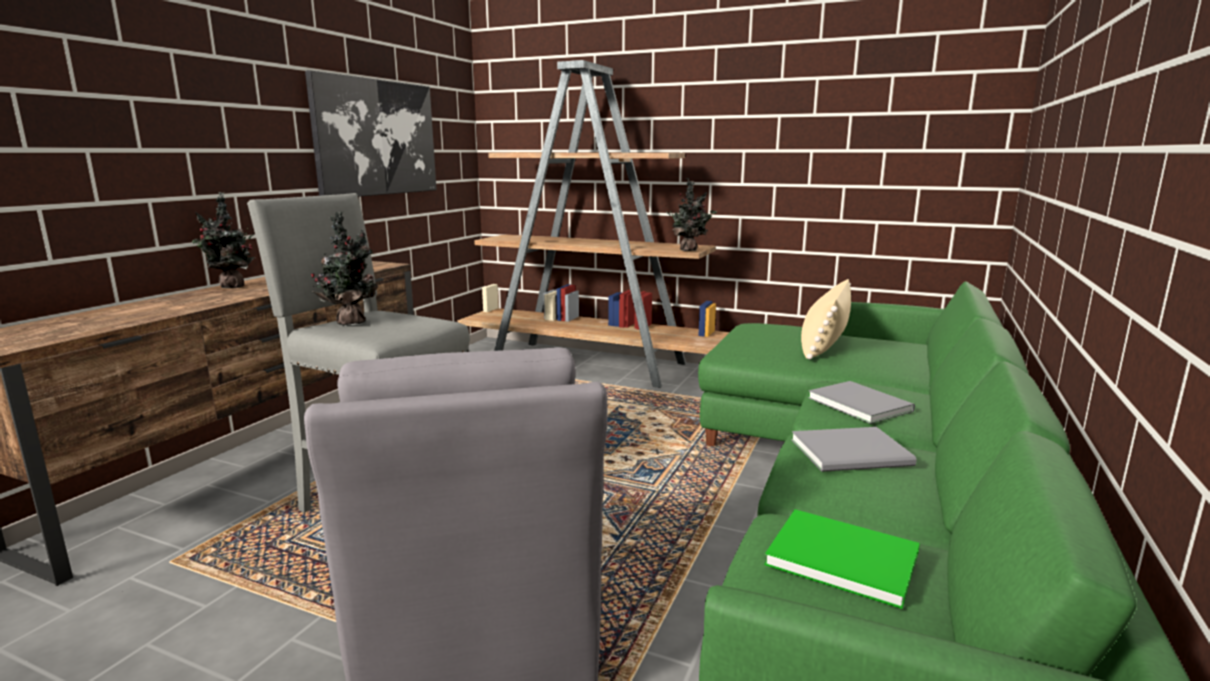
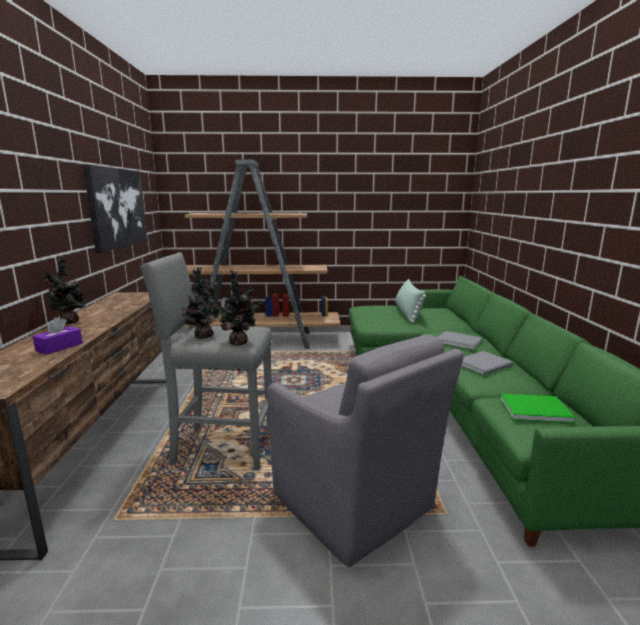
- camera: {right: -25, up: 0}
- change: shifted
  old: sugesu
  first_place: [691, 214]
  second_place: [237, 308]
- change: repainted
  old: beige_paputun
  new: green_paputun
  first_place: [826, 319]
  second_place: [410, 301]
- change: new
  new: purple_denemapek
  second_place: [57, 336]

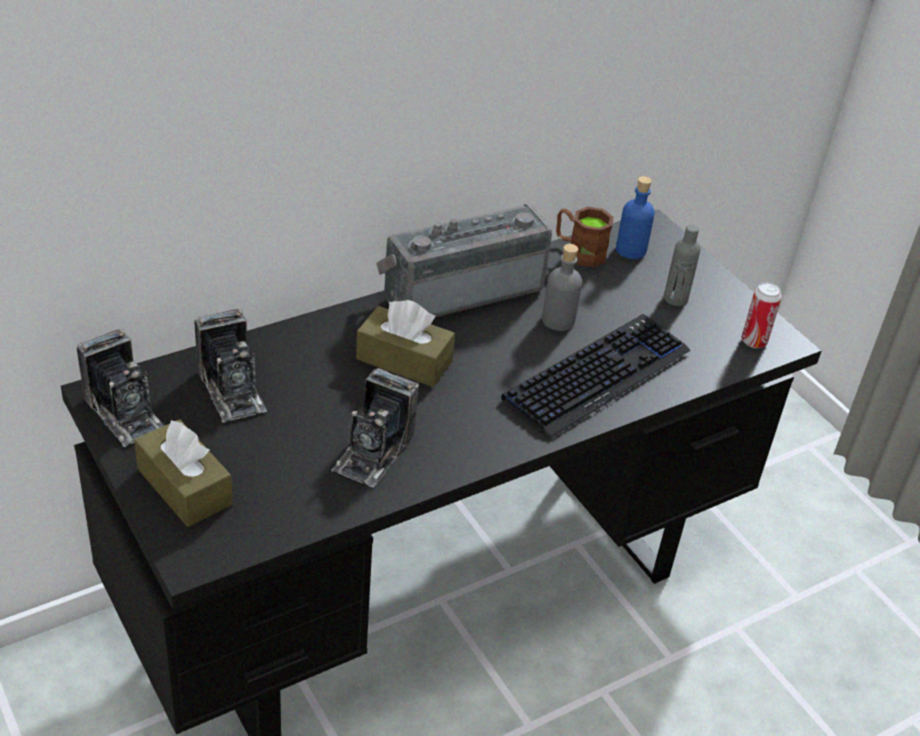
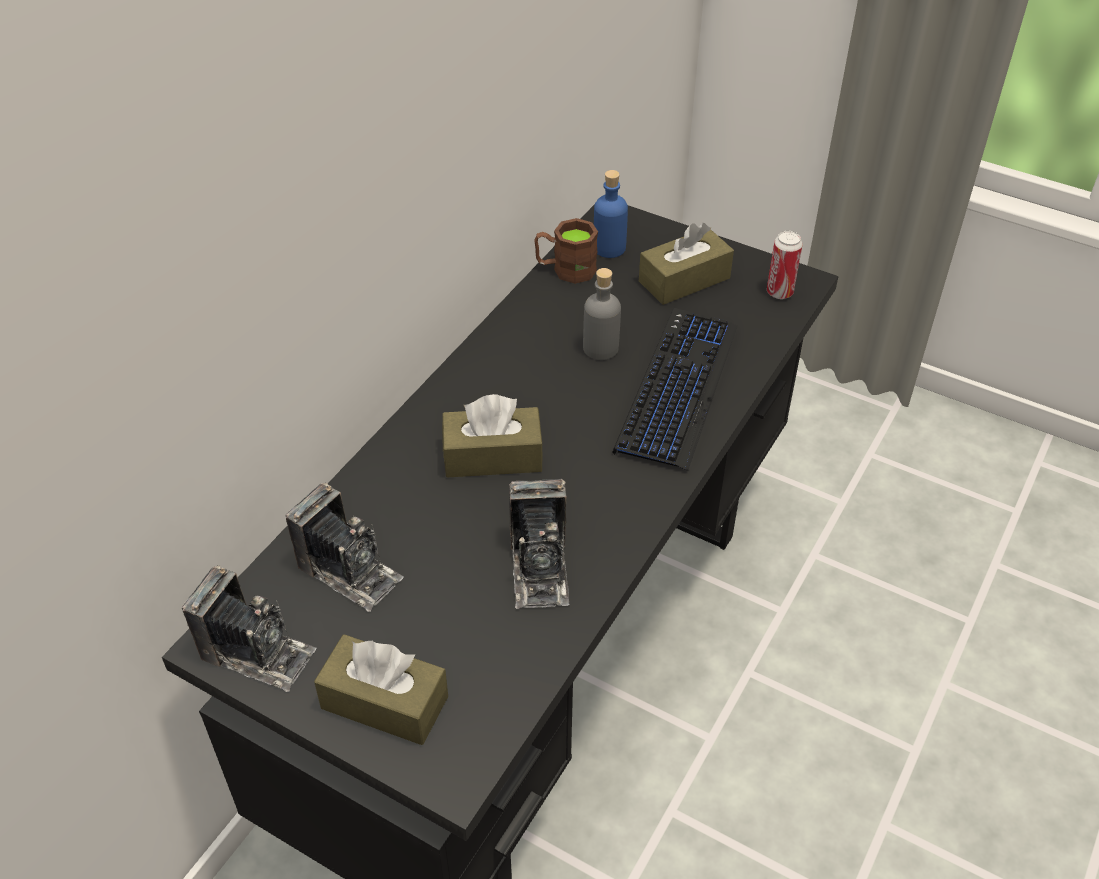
- camera: {right: -25, up: 5}
- change: gone
  old: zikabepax
  first_place: [464, 260]
- change: swapped
  old: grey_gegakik
  new: brown_denemapek
  first_place: [682, 265]
  second_place: [686, 264]

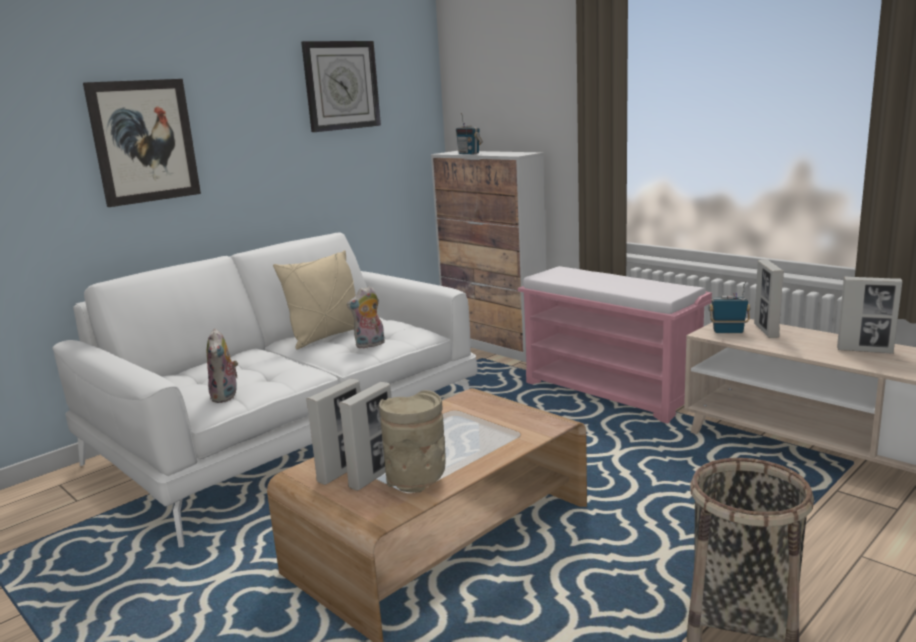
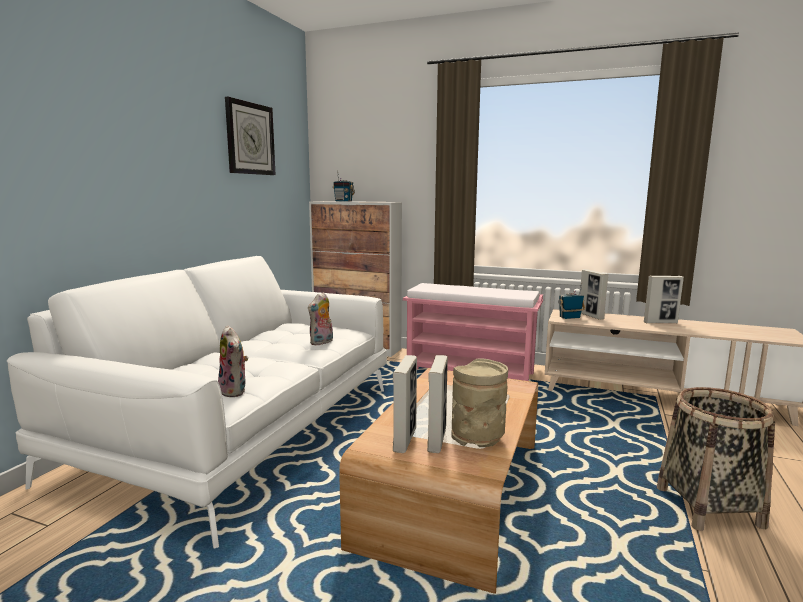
- camera: {right: -25, up: -5}
- change: gone
  old: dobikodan
  first_place: [142, 143]
- change: gone
  old: beige_paputun
  first_place: [314, 299]

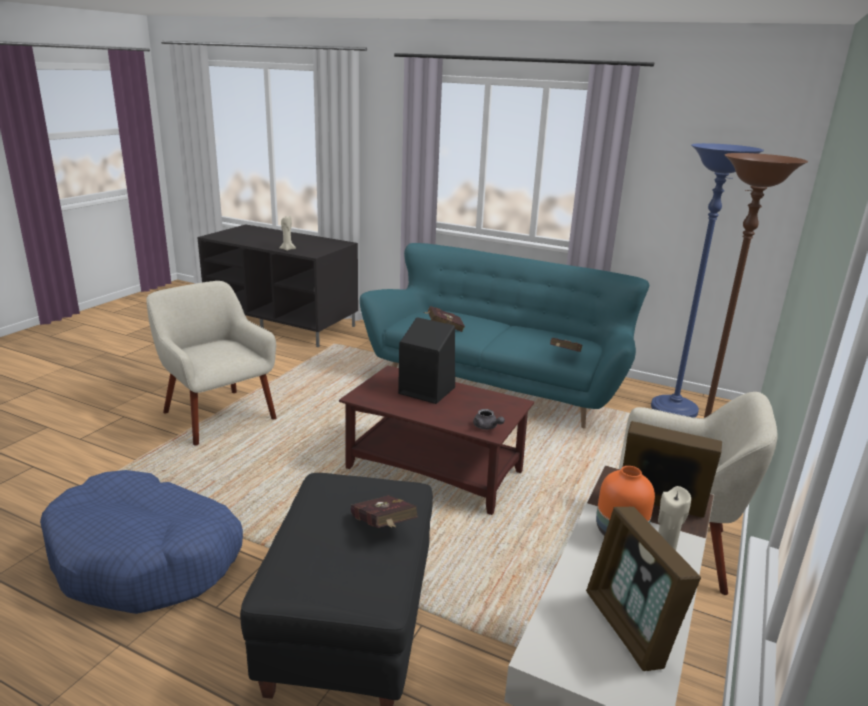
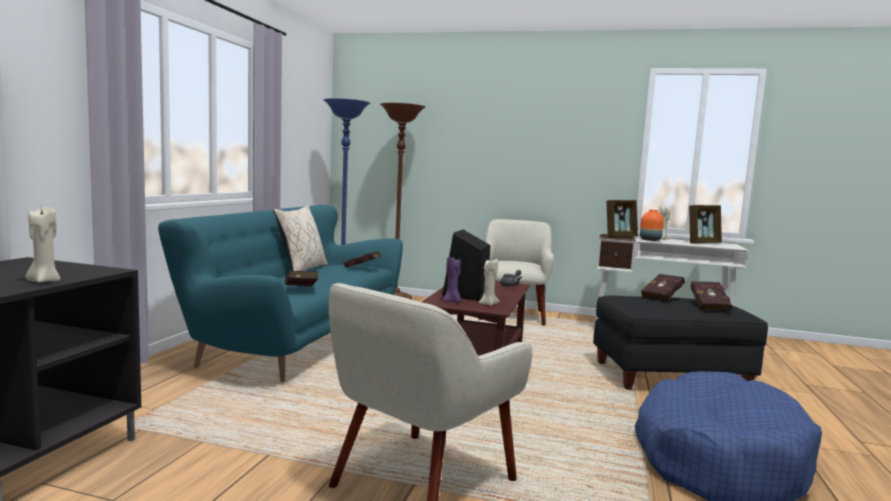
- camera: {right: -100, up: -15}
- change: rotated
  old: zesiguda
  first_place: [672, 469]
  second_place: [622, 218]
  degrees: -135
- change: new
  new: beige_paputun
  second_place: [300, 238]
- change: new
  new: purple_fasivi
  second_place: [452, 279]
- change: new
  new: beige_fasivi
  second_place: [488, 282]
- change: new
  new: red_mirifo
  second_place: [711, 295]

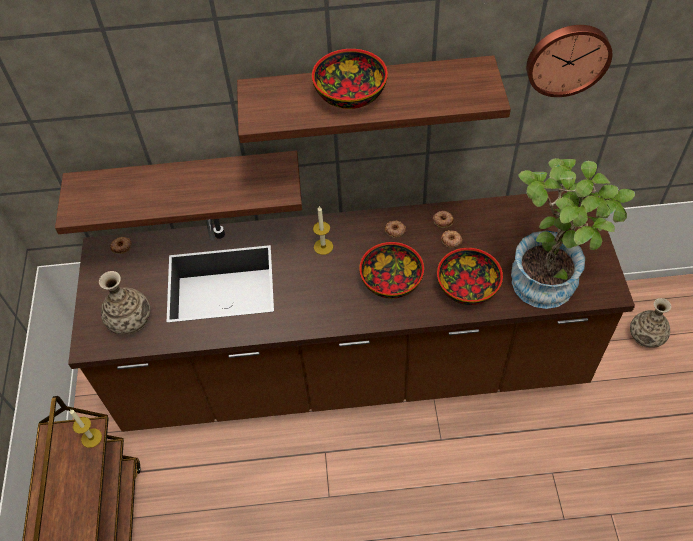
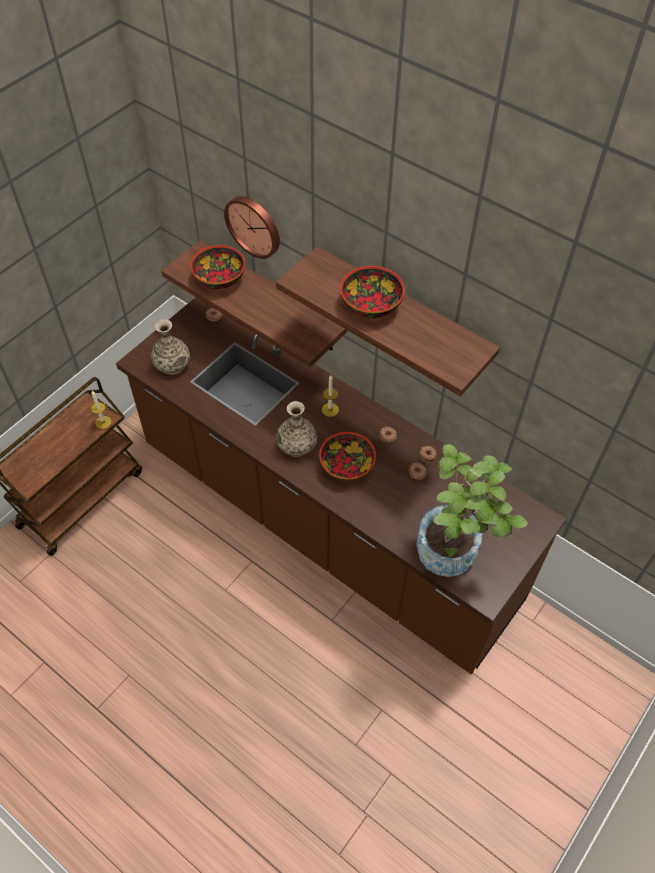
- camera: {right: 40, up: 0}
- change: shifted
  old: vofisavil
  first_place: [470, 276]
  second_place: [218, 267]
- change: shifted
  old: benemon
  first_place: [569, 61]
  second_place: [252, 227]
- change: shifted
  old: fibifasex
  first_place: [650, 323]
  second_place: [296, 429]

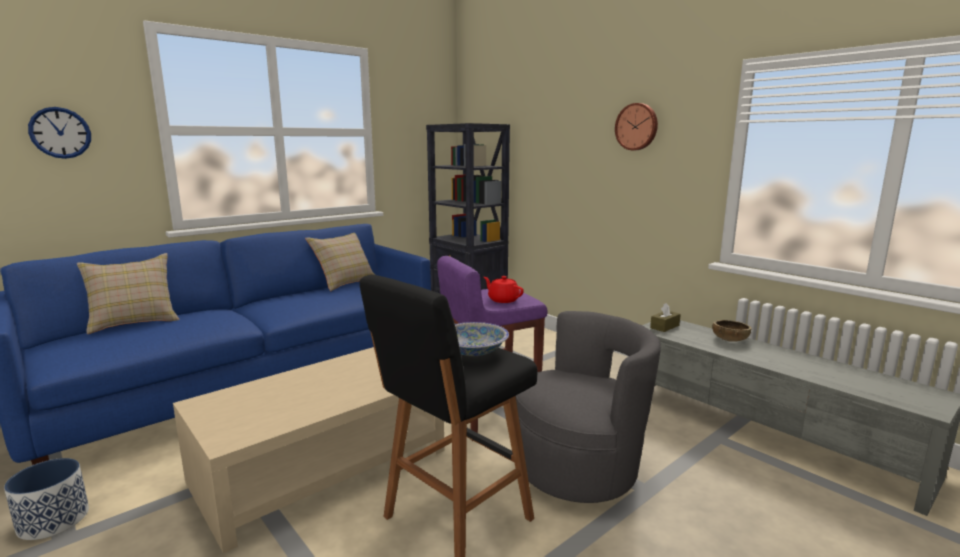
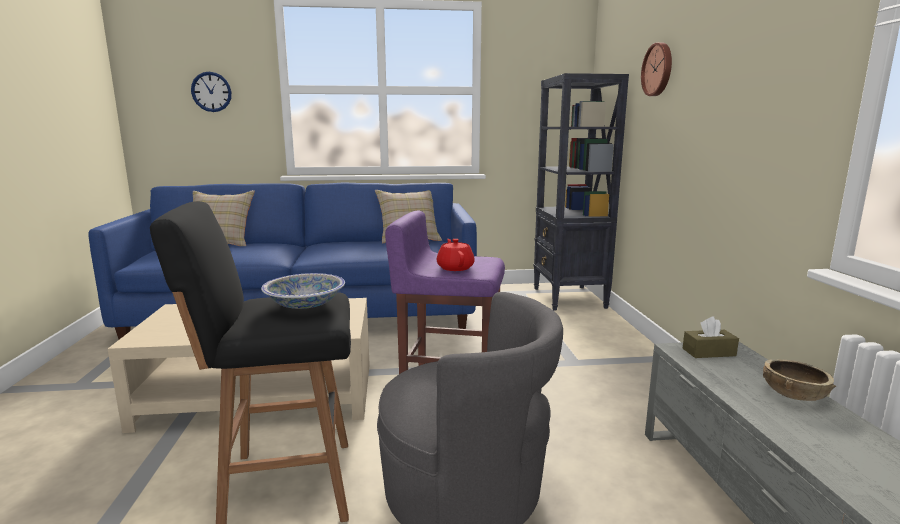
- camera: {right: 35, up: 0}
- change: gone
  old: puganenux
  first_place: [46, 499]
- change: shifted
  old: benemon
  first_place: [636, 126]
  second_place: [656, 69]

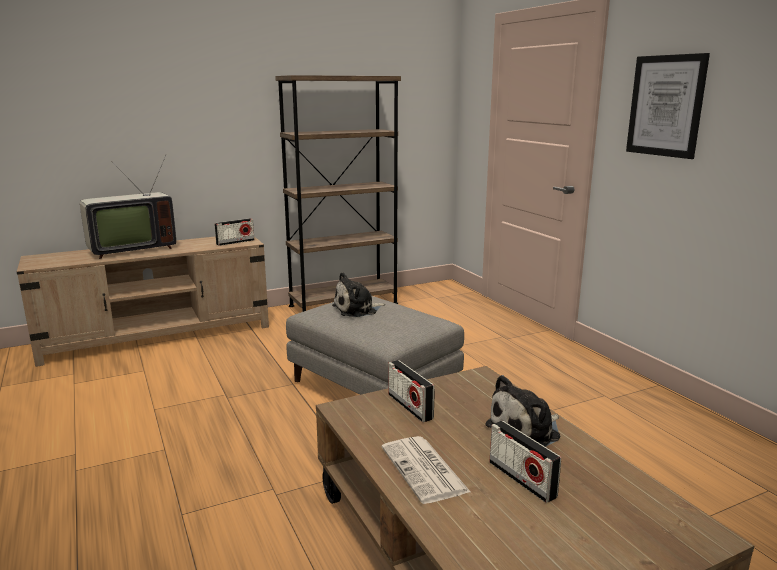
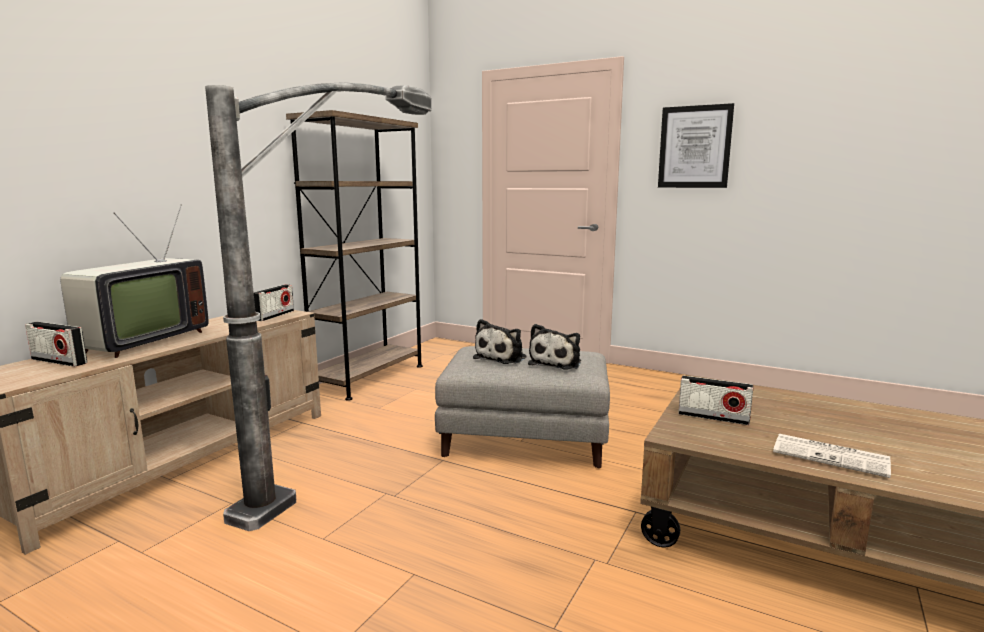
- camera: {right: -35, up: -5}
- change: shifted
  old: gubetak
  first_place: [522, 411]
  second_place: [554, 347]
- change: shifted
  old: zikabepax
  first_place: [525, 462]
  second_place: [56, 344]
- change: new
  new: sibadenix
  second_place: [318, 306]

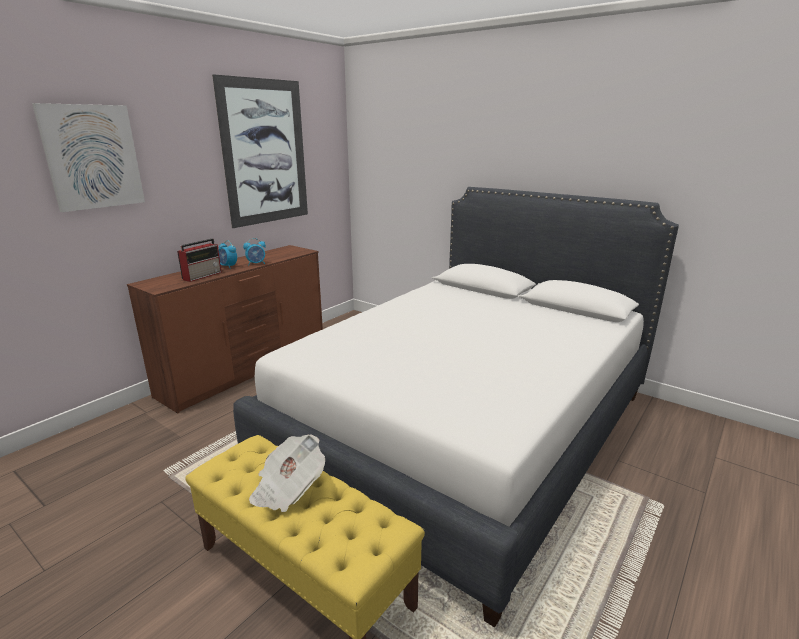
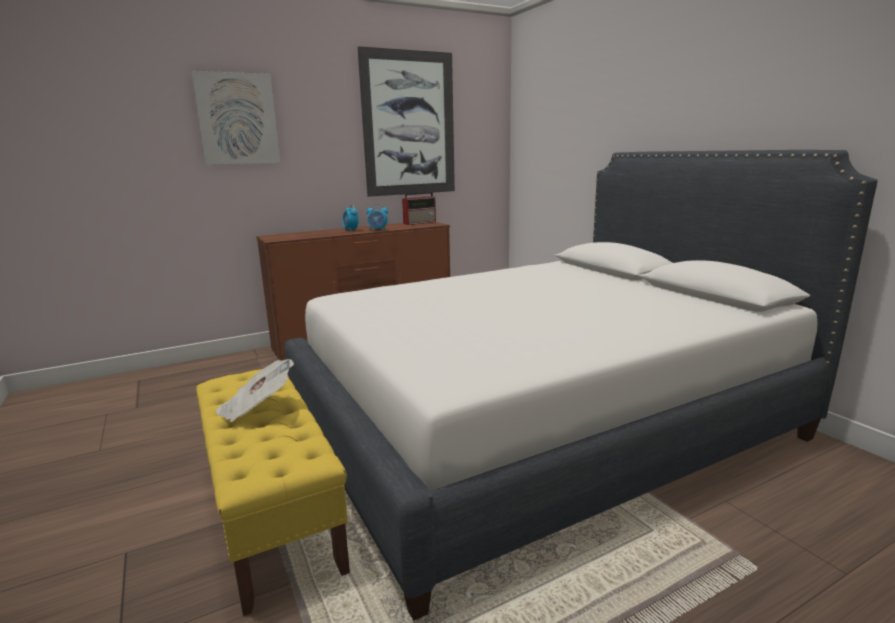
- camera: {right: 25, up: -5}
- change: shifted
  old: zikabepax
  first_place: [199, 260]
  second_place: [419, 208]

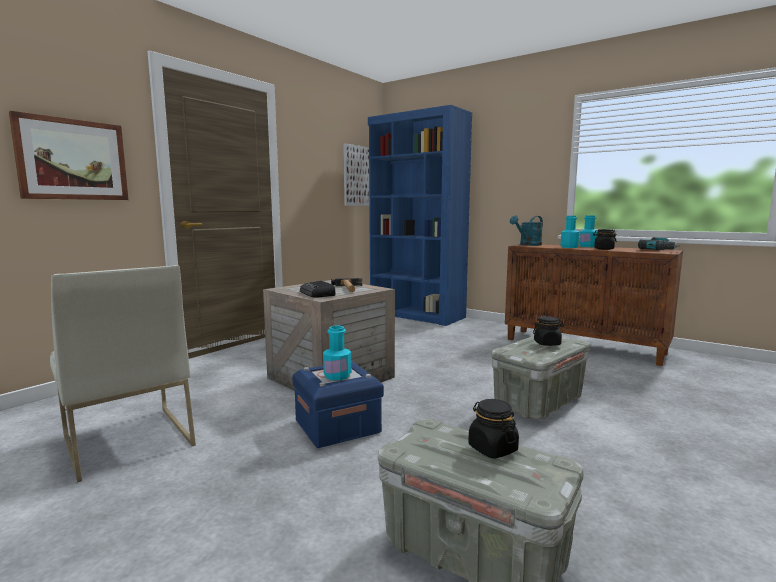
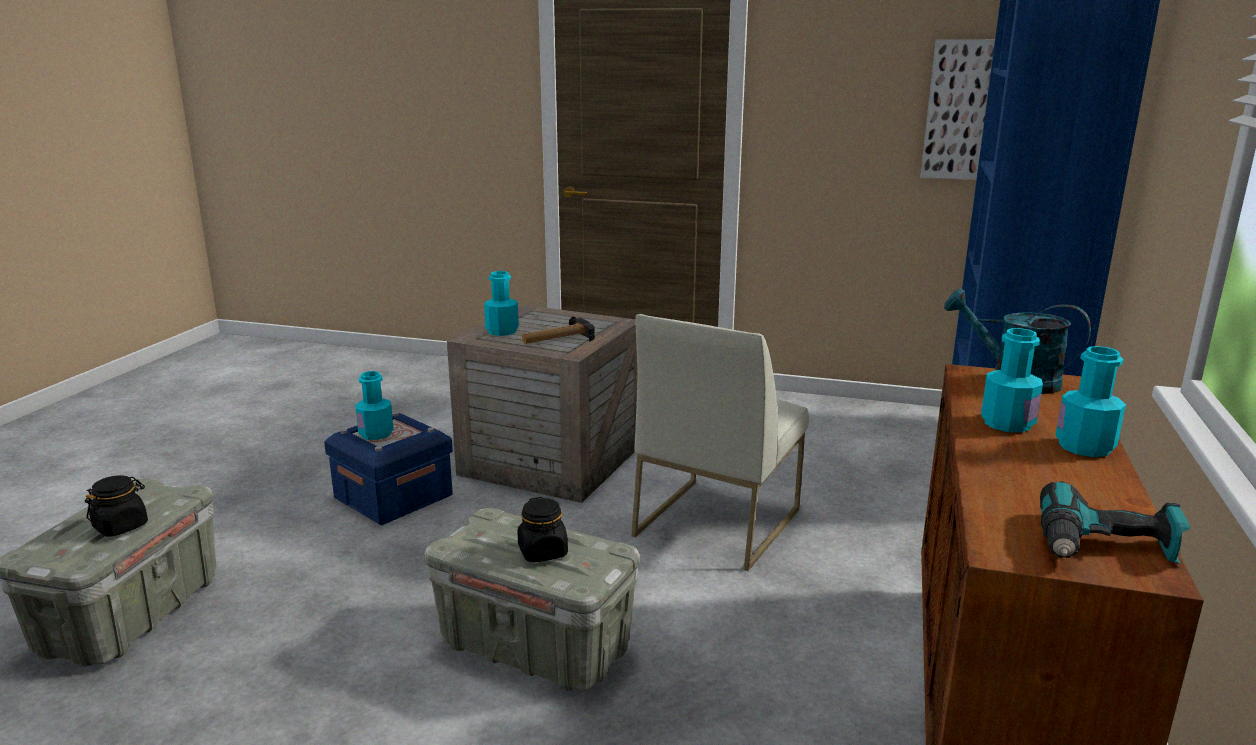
- camera: {right: 70, up: 10}
- change: gone
  old: dobikodan
  first_place: [68, 155]
- change: shifted
  old: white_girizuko
  first_place: [123, 374]
  second_place: [720, 442]
- change: swapped
  old: zikabepax
  new: turquoise_gegakik
  first_place: [318, 289]
  second_place: [501, 303]
- change: gone
  old: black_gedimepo
  first_place: [605, 239]

